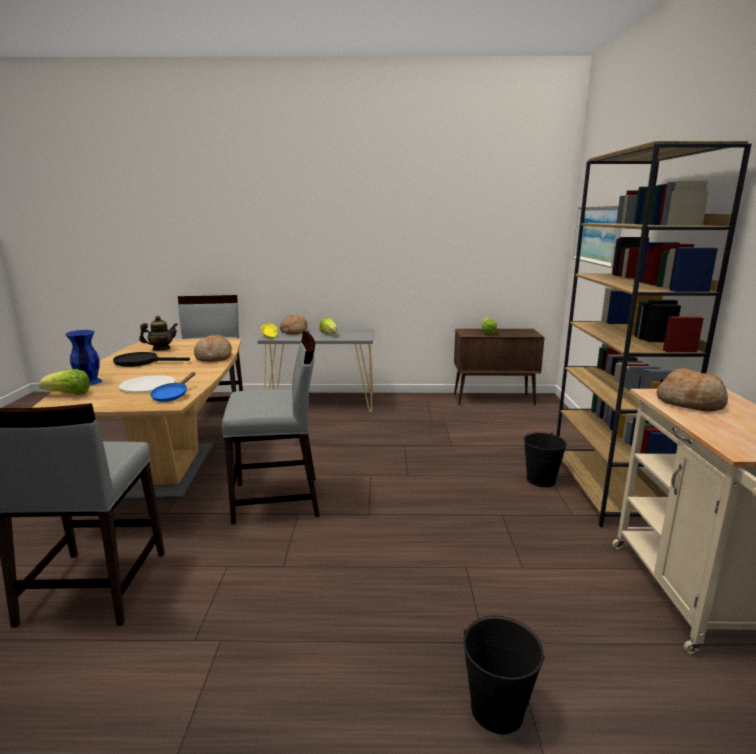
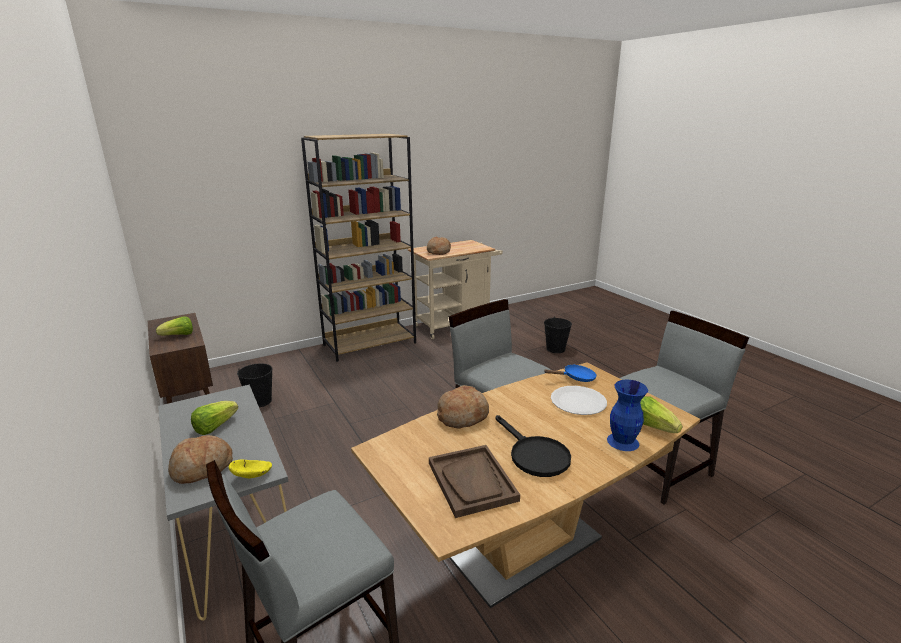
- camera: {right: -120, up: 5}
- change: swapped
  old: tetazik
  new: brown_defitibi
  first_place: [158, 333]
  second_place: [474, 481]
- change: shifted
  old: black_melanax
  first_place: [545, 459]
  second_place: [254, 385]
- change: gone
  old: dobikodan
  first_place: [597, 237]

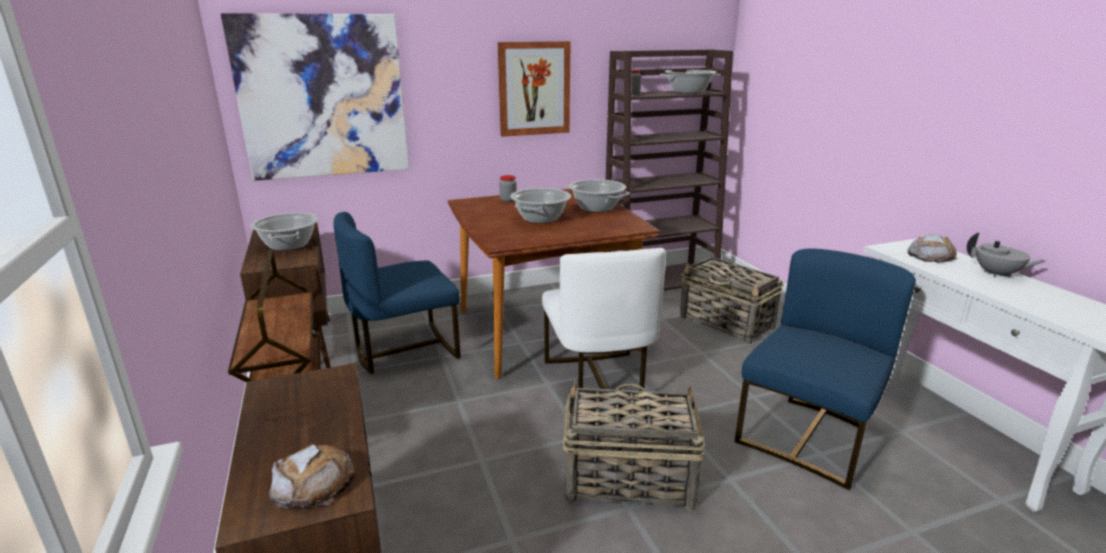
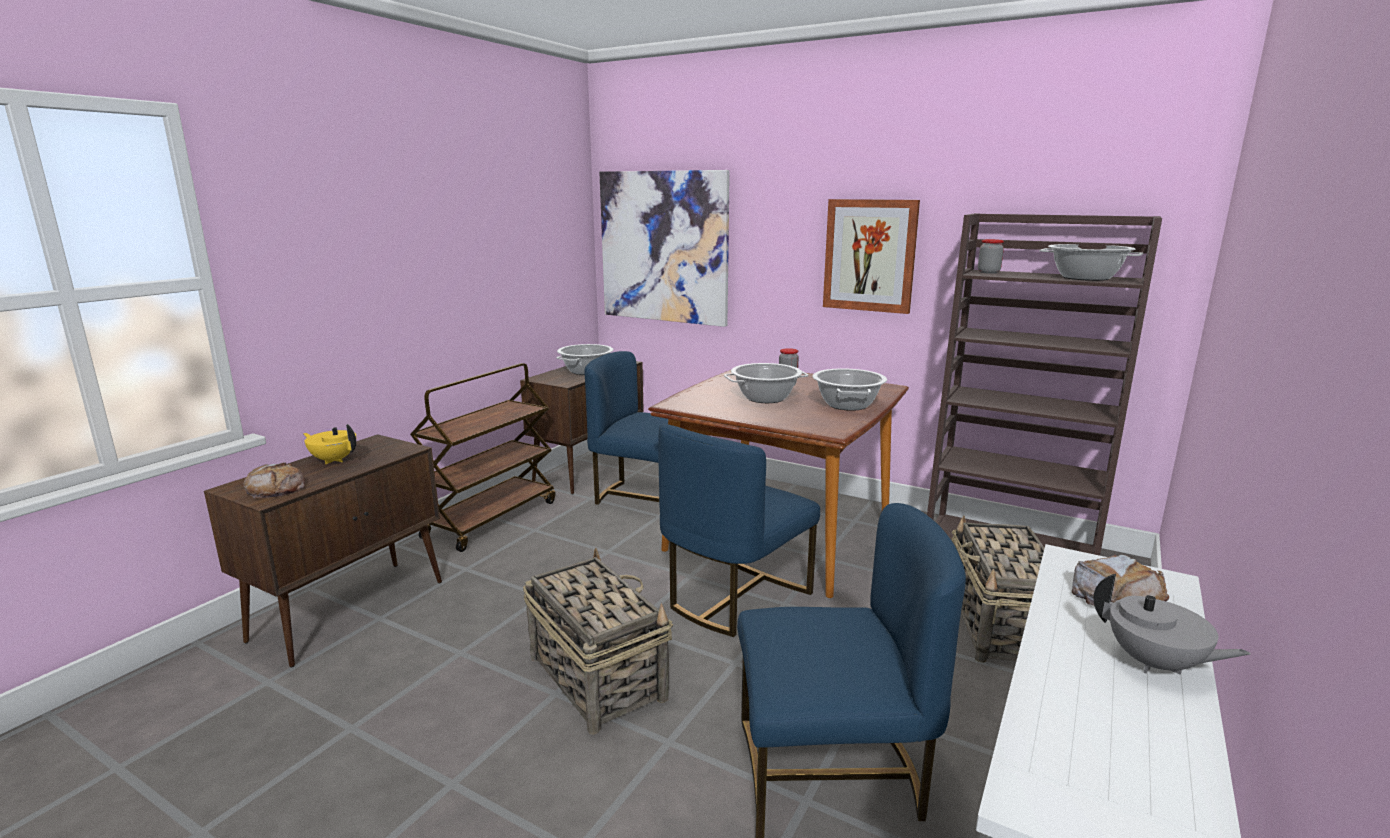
- camera: {right: 50, up: -5}
- change: repainted
  old: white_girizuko
  new: blue_girizuko
  first_place: [604, 319]
  second_place: [739, 530]
- change: rotated
  old: grey_tetazik
  first_place: [1006, 255]
  second_place: [1172, 624]
  degrees: -45
- change: new
  new: yellow_tetazik
  second_place: [329, 444]

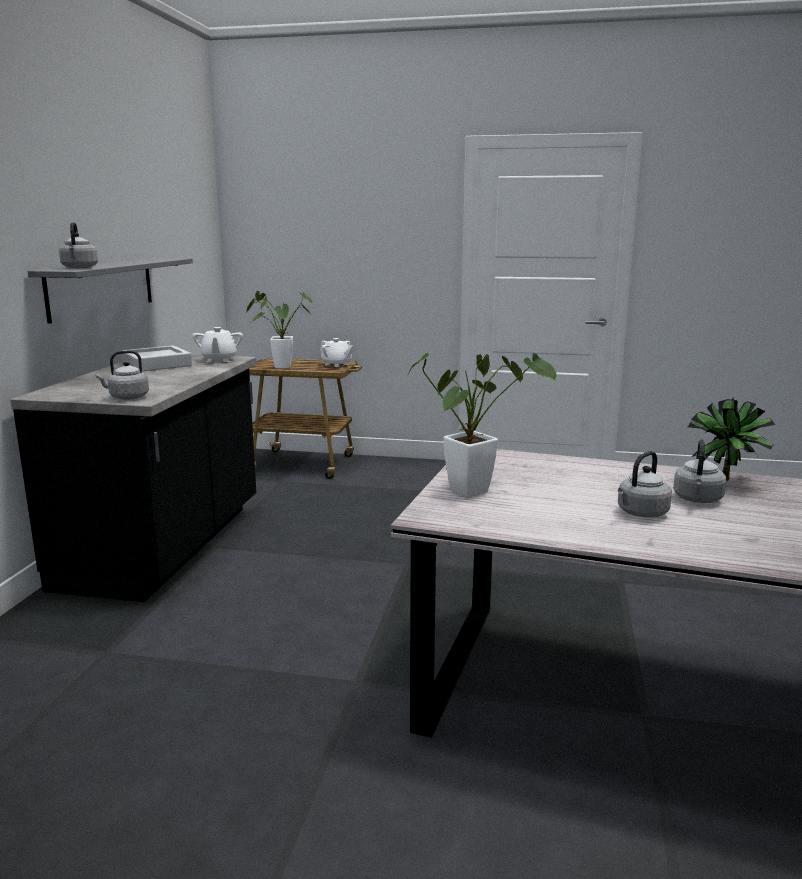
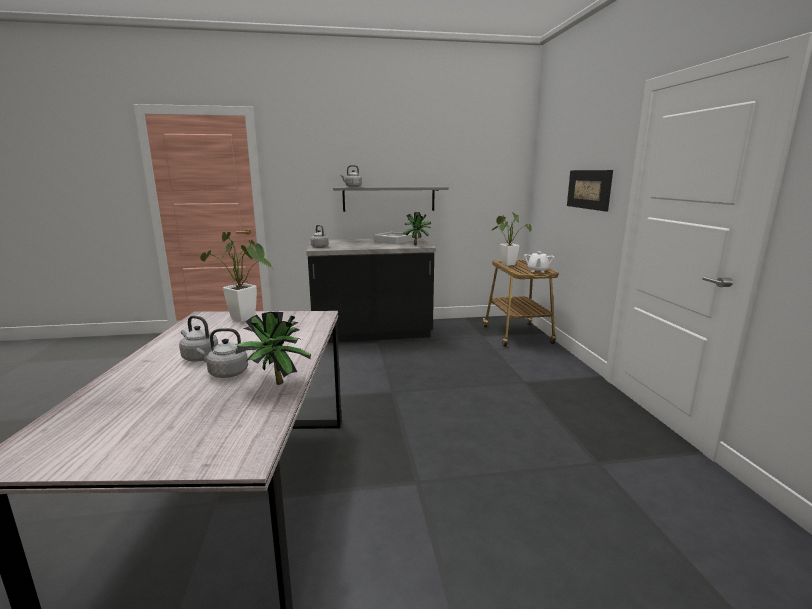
- camera: {right: 70, up: 0}
- change: swapped
  old: white_tetazik
  new: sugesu
  first_place: [217, 344]
  second_place: [416, 228]
- change: new
  new: dobikodan
  second_place: [590, 191]

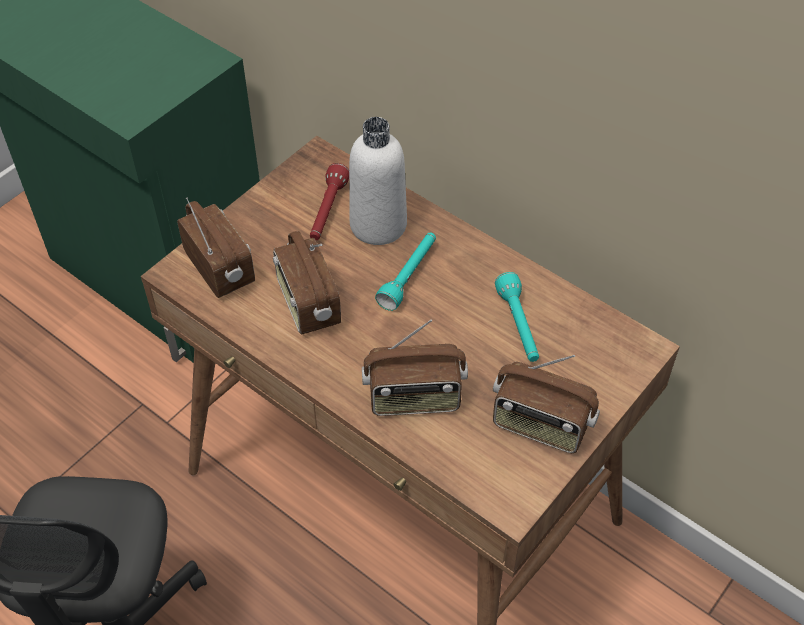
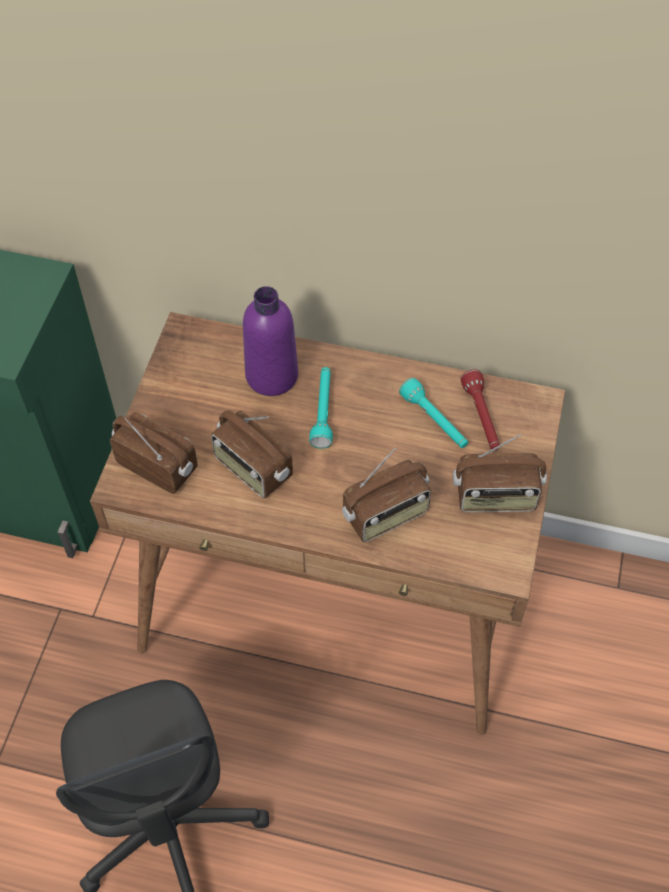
- camera: {right: -25, up: 5}
- change: shifted
  old: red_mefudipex
  first_place: [329, 201]
  second_place: [480, 409]
- change: repainted
  old: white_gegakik
  new: purple_gegakik
  first_place: [378, 181]
  second_place: [270, 341]

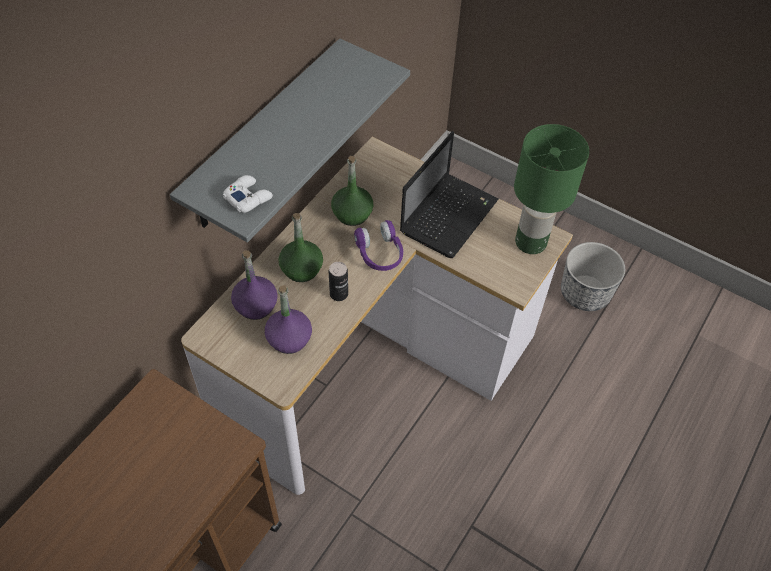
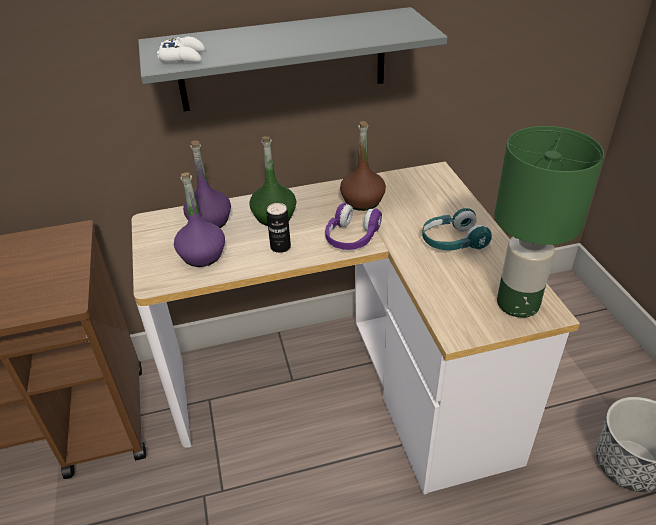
- camera: {right: 45, up: -15}
- change: repainted
  old: green_gegakik
  new: brown_gegakik
  first_place: [352, 191]
  second_place: [363, 166]
- change: swapped
  old: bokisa
  new: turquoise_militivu
  first_place: [449, 194]
  second_place: [457, 229]

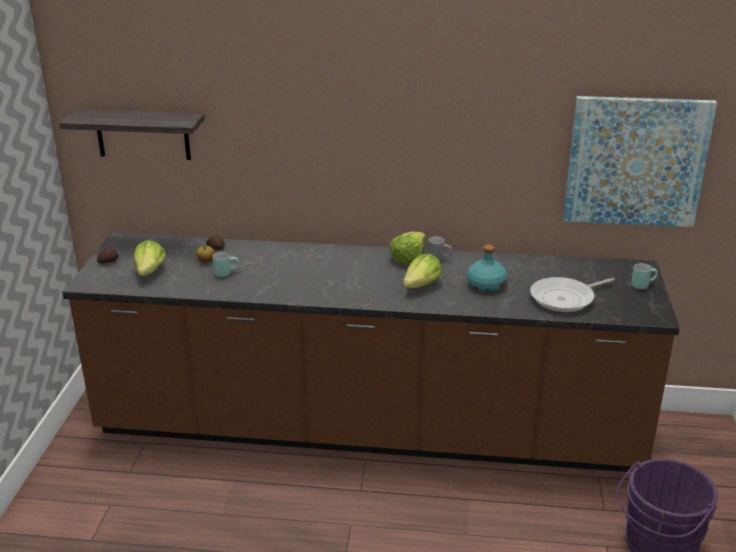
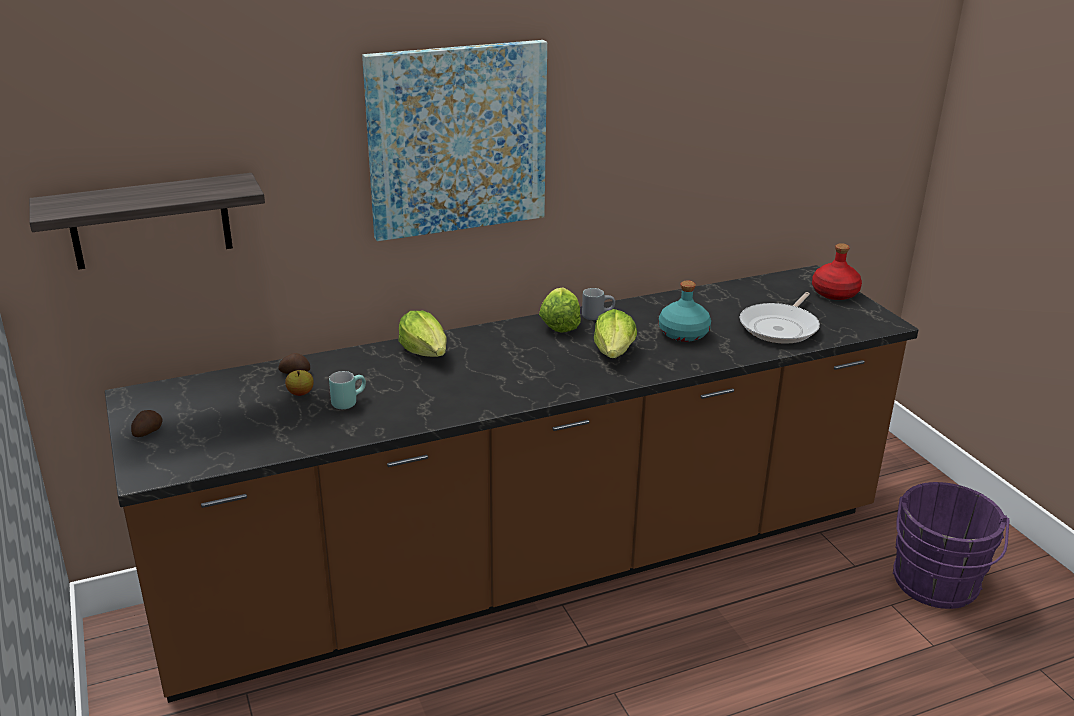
- camera: {right: -30, up: 0}
- change: shifted
  old: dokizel
  first_place: [150, 258]
  second_place: [422, 334]
- change: shifted
  old: dobikodan
  first_place: [640, 161]
  second_place: [454, 140]
- change: swapped
  old: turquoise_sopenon
  new: red_gegakik
  first_place: [644, 276]
  second_place: [837, 271]

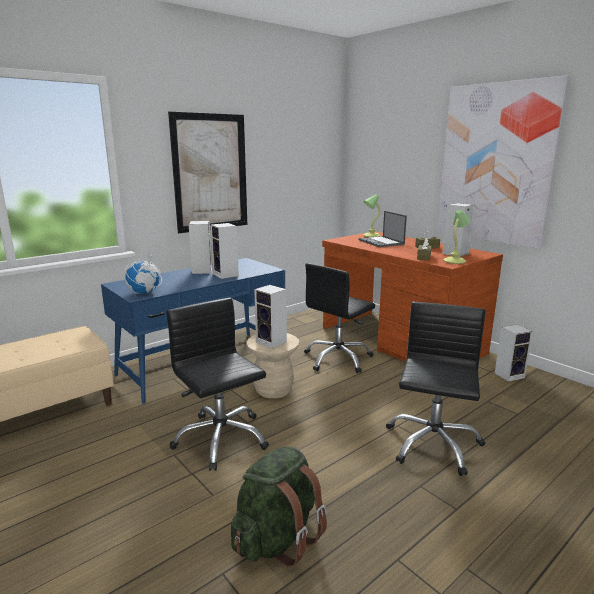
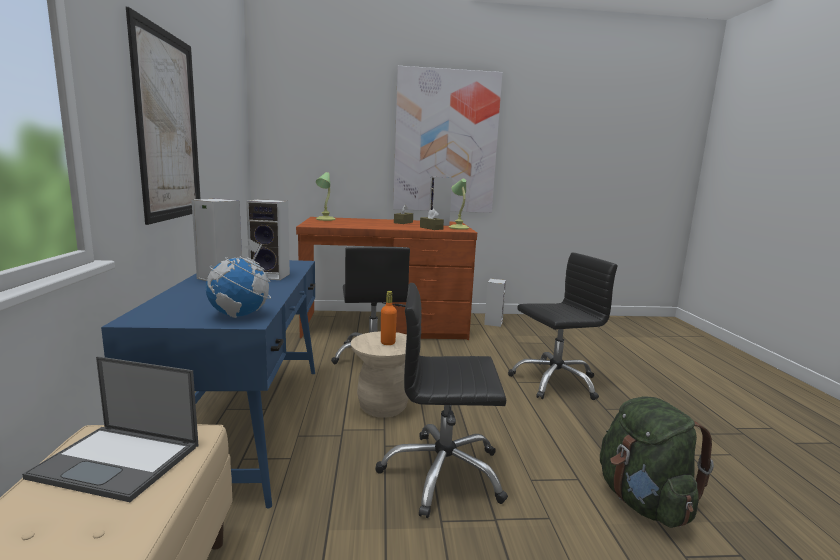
- camera: {right: -55, up: -5}
- change: swapped
  old: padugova
  new: orange_gegakik
  first_place: [270, 317]
  second_place: [389, 318]
- change: shifted
  old: bokisa
  first_place: [383, 229]
  second_place: [110, 429]
- change: rotated
  old: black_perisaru
  first_place: [436, 389]
  second_place: [563, 326]
  degrees: 105

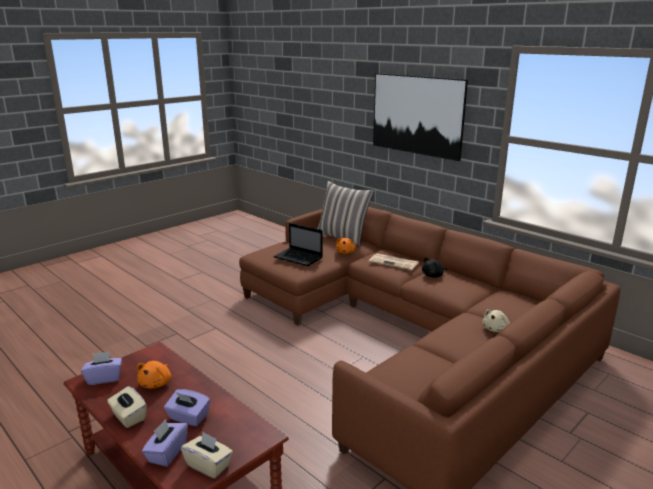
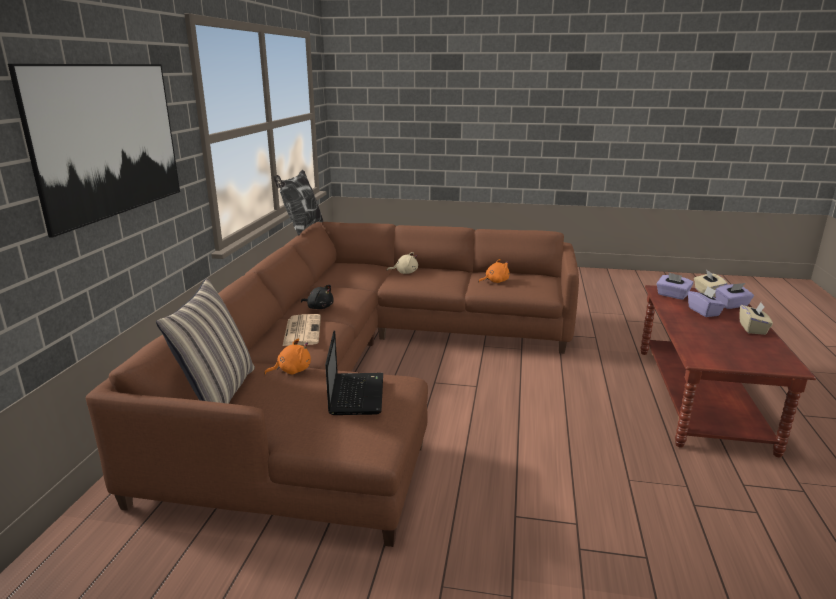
- camera: {right: -125, up: 0}
- change: shifted
  old: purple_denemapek
  first_place: [101, 368]
  second_place: [674, 286]
- change: shifted
  old: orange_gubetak
  first_place: [154, 375]
  second_place: [494, 271]
- change: new
  new: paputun
  second_place: [298, 202]

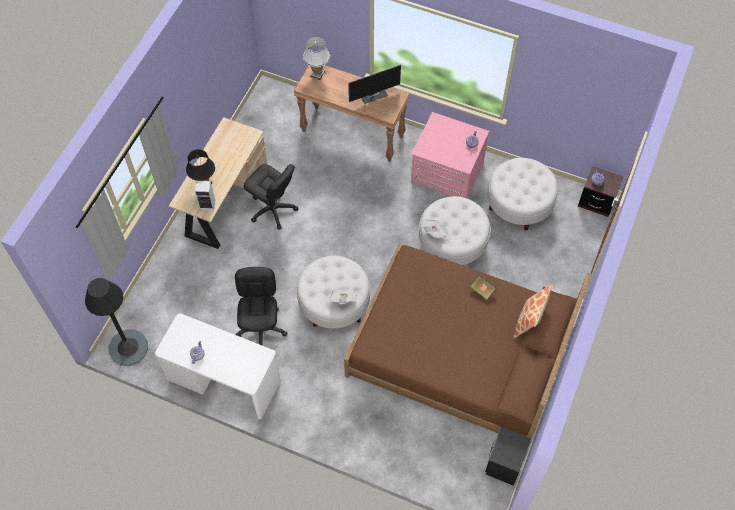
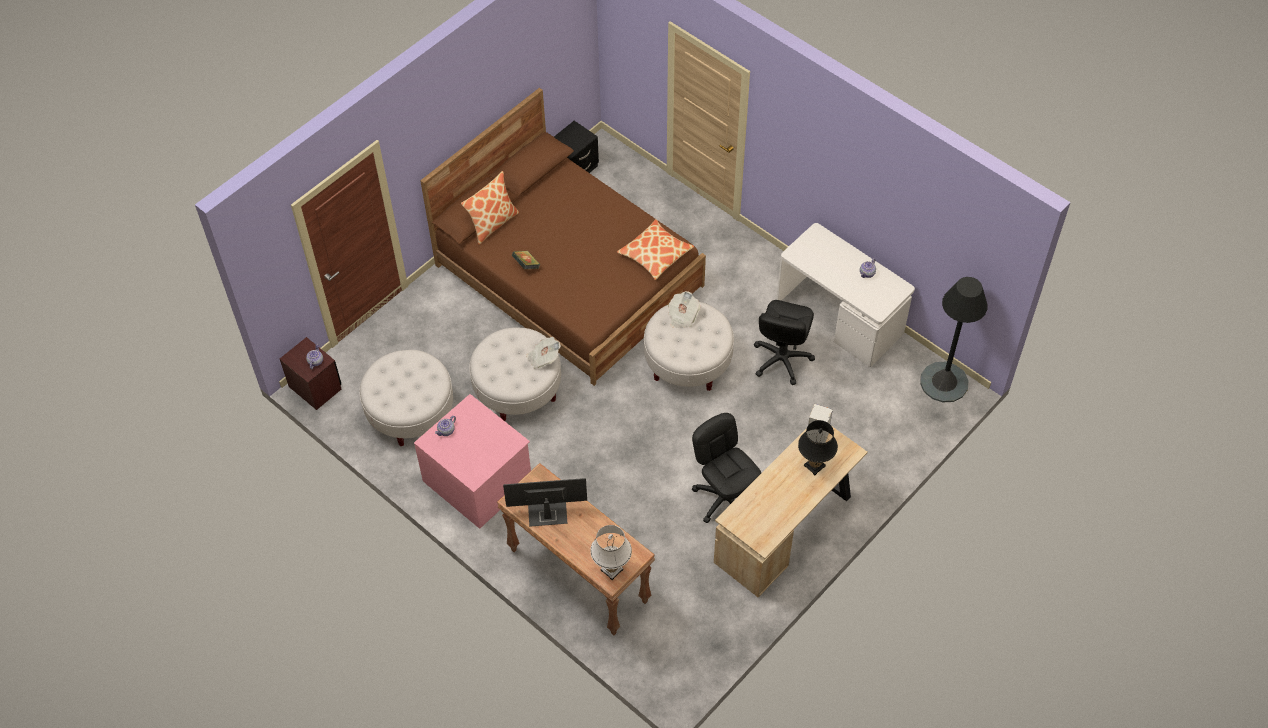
- camera: {right: -160, up: -5}
- change: new
  new: paputun
  second_place: [655, 249]

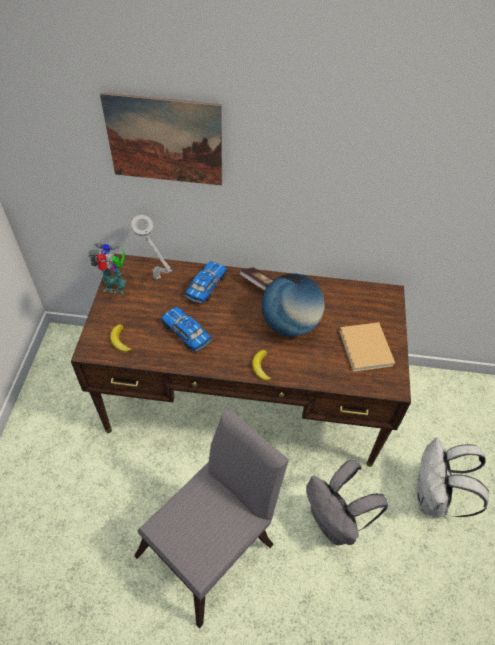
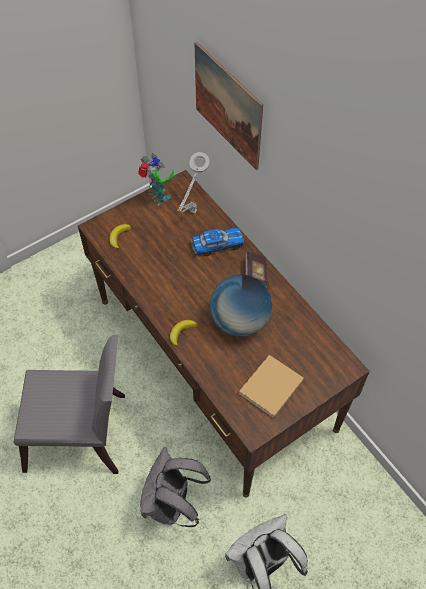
- camera: {right: 50, up: 5}
- change: gone
  old: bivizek
  first_place: [187, 330]

